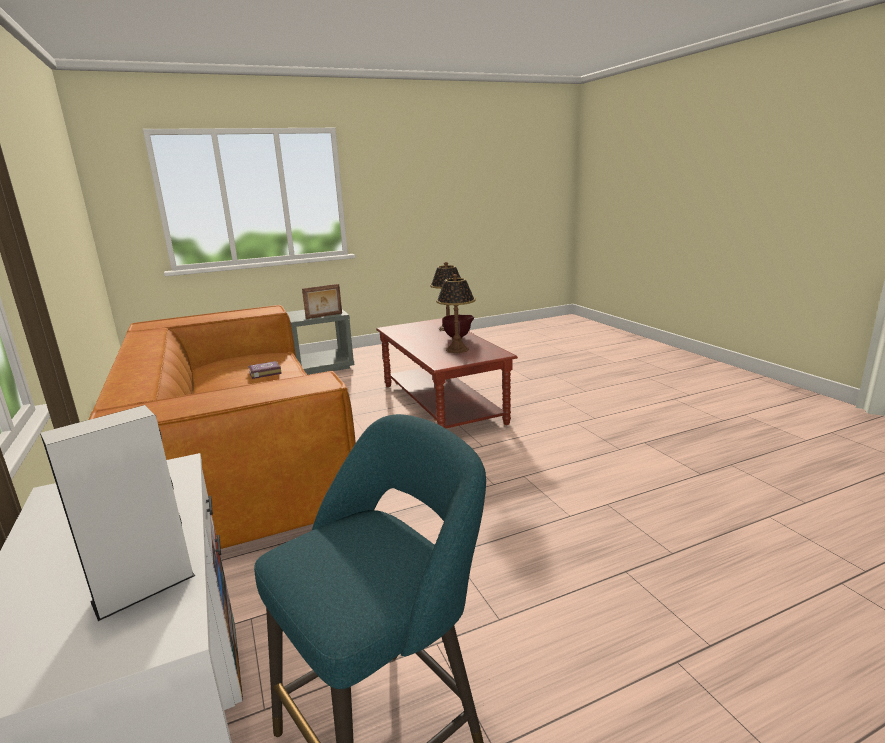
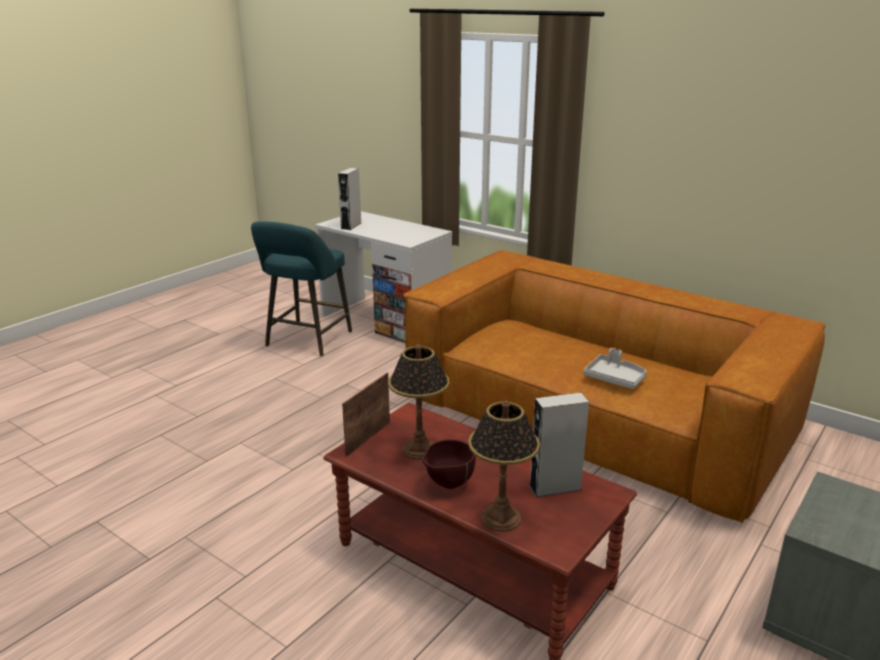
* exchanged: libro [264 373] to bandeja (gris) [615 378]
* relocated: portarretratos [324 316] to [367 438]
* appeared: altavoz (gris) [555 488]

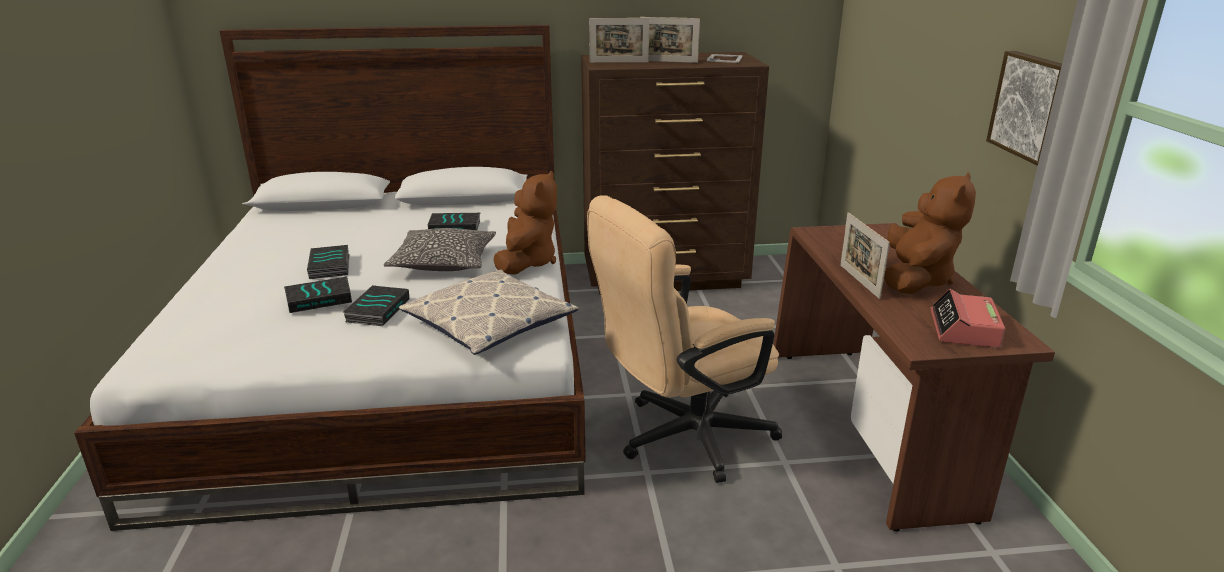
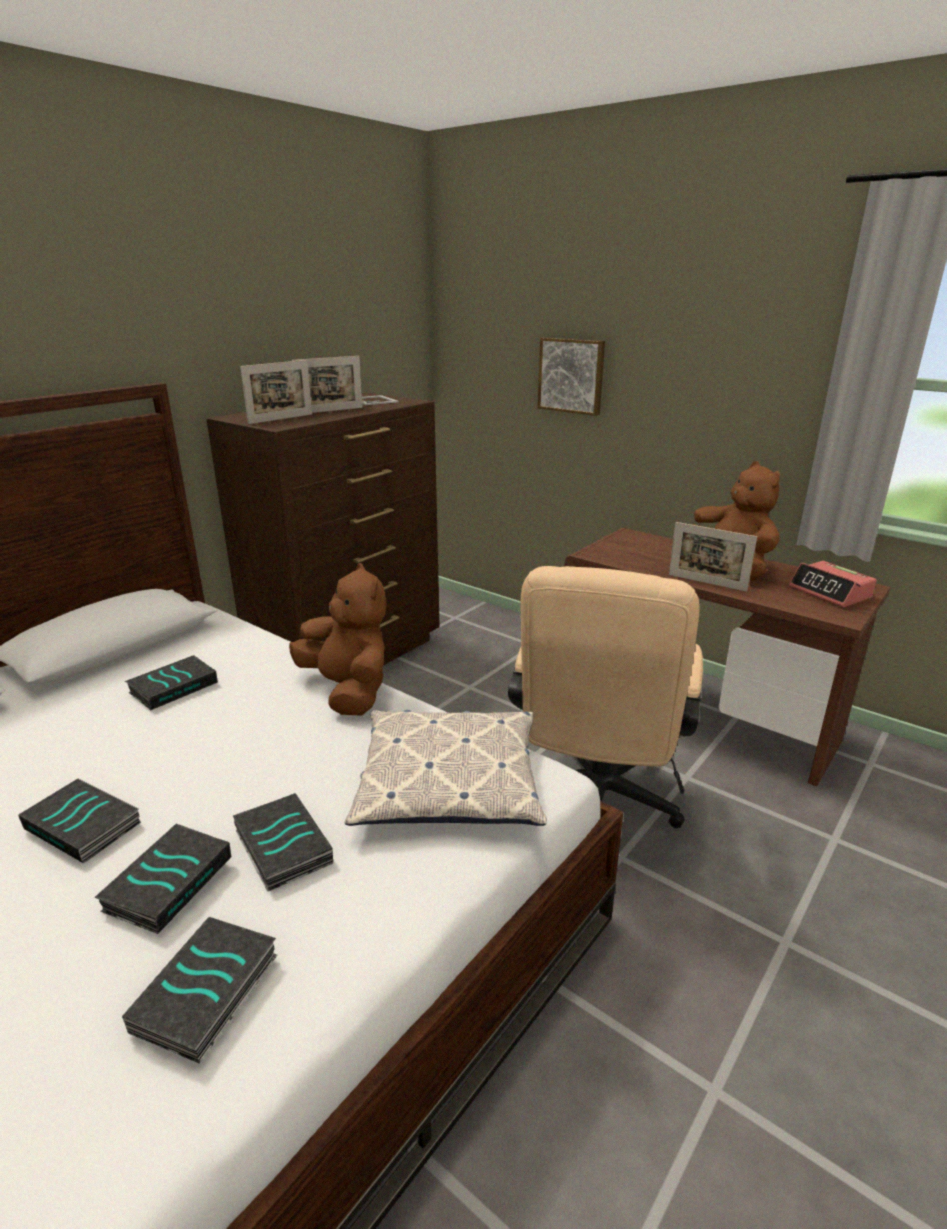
* missing: cojín [444 262]
* relocated: cuadro [1032 106] to [572 375]
* appeared: libro [207 994]

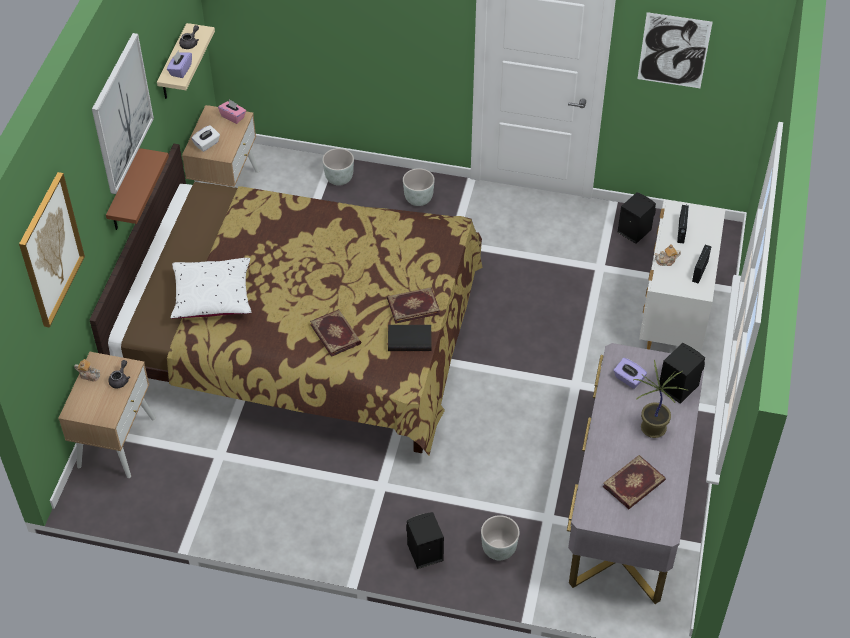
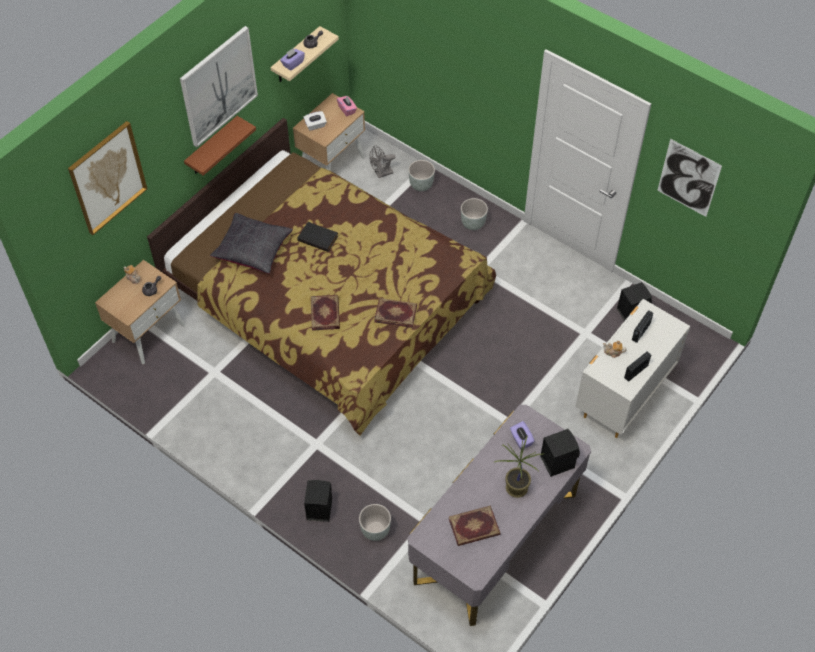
* colour: cojín (blanco) [212 296] to cojín (negro) [253 249]
* relocated: libro (negro) [410 339] to [318 238]
* appeared: ventilador (gris) [381 174]

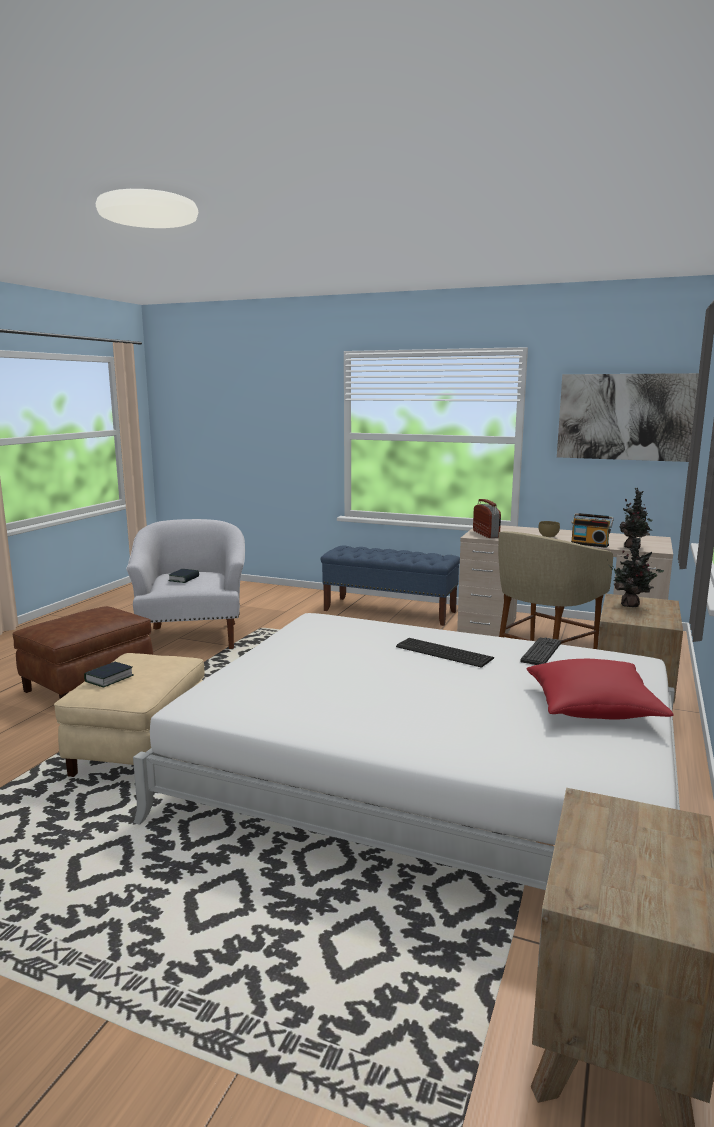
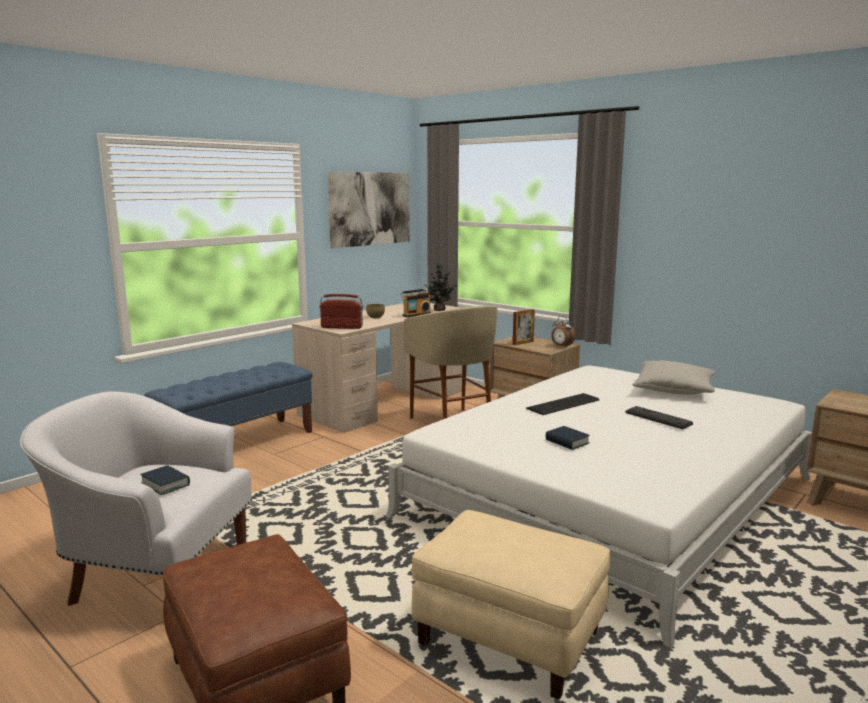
* relocated: libro [109 678] to [567 442]
* relocated: teclado [541 652] to [658 418]
* colour: cojín (rojo) [592 708] to cojín (gris) [674 390]
* exchanged: planta en maceta [631 605] to portarretratos [523 343]
* appeared: despertador [561 346]

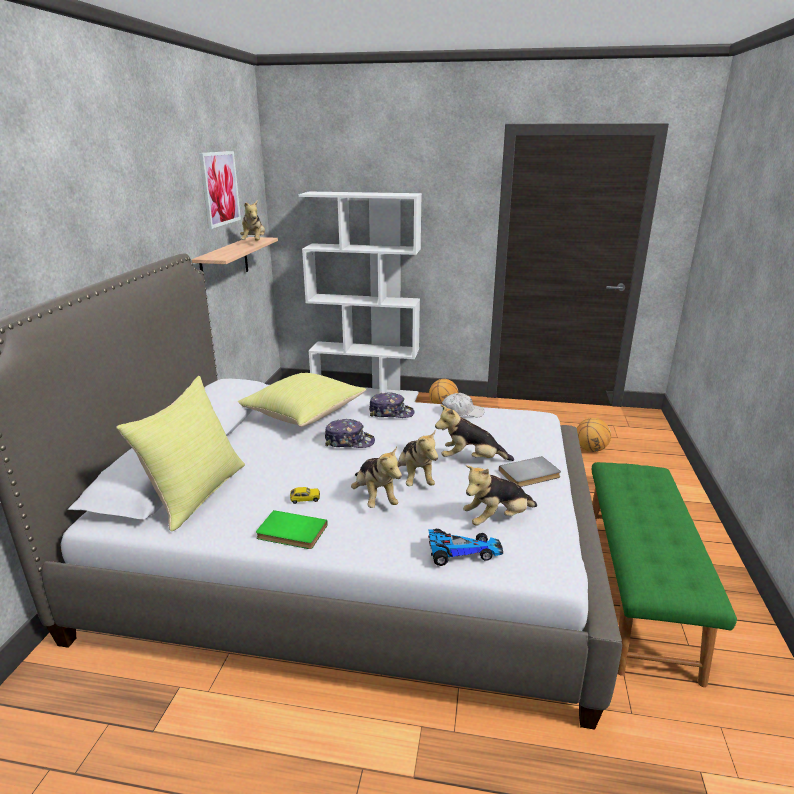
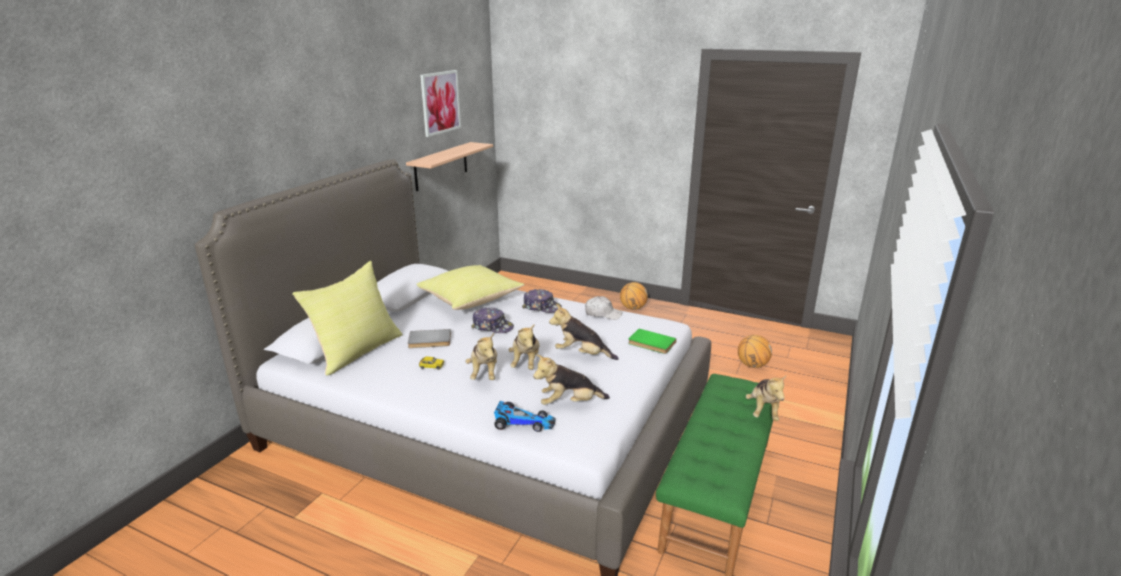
* relocated: peluche [254 243] to [763 411]
* relocated: libro (verde) [291 533] to [651 343]
* missing: estantería (blanco) [366 394]
* relocated: libro (gris) [530 475] to [429 341]

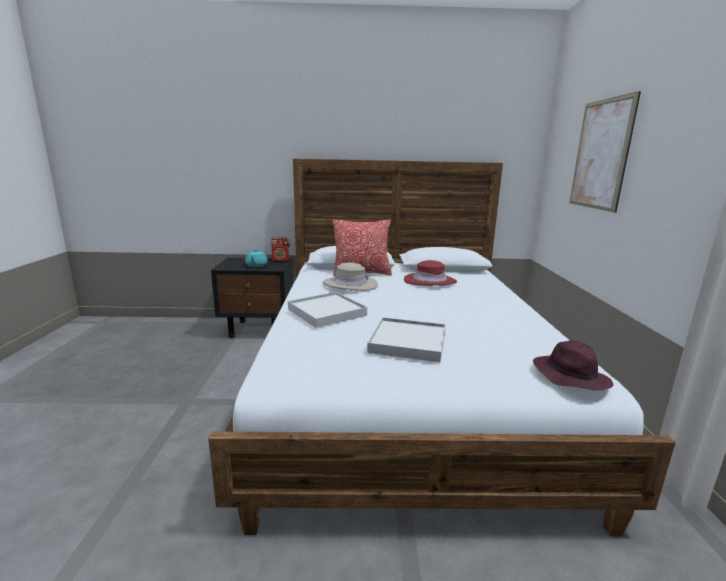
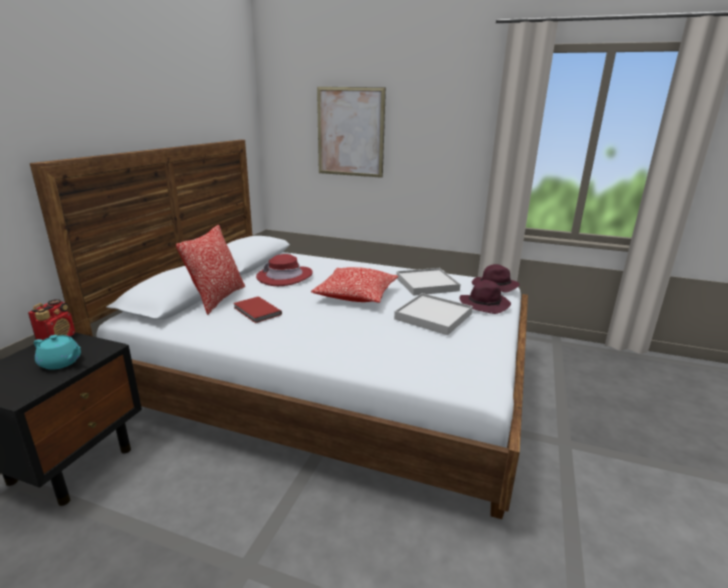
* relocated: bandeja (blanco) [326 312] to [426 284]
* exchanged: sombrero (beis) [350 284] to libro (rojo) [256 311]
* appeared: cojín [356 295]
* appeared: sombrero (morado) [485 304]

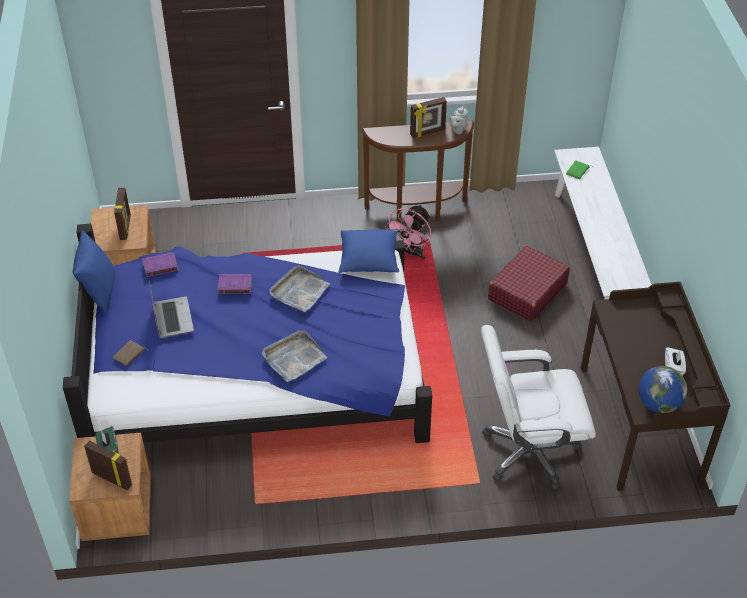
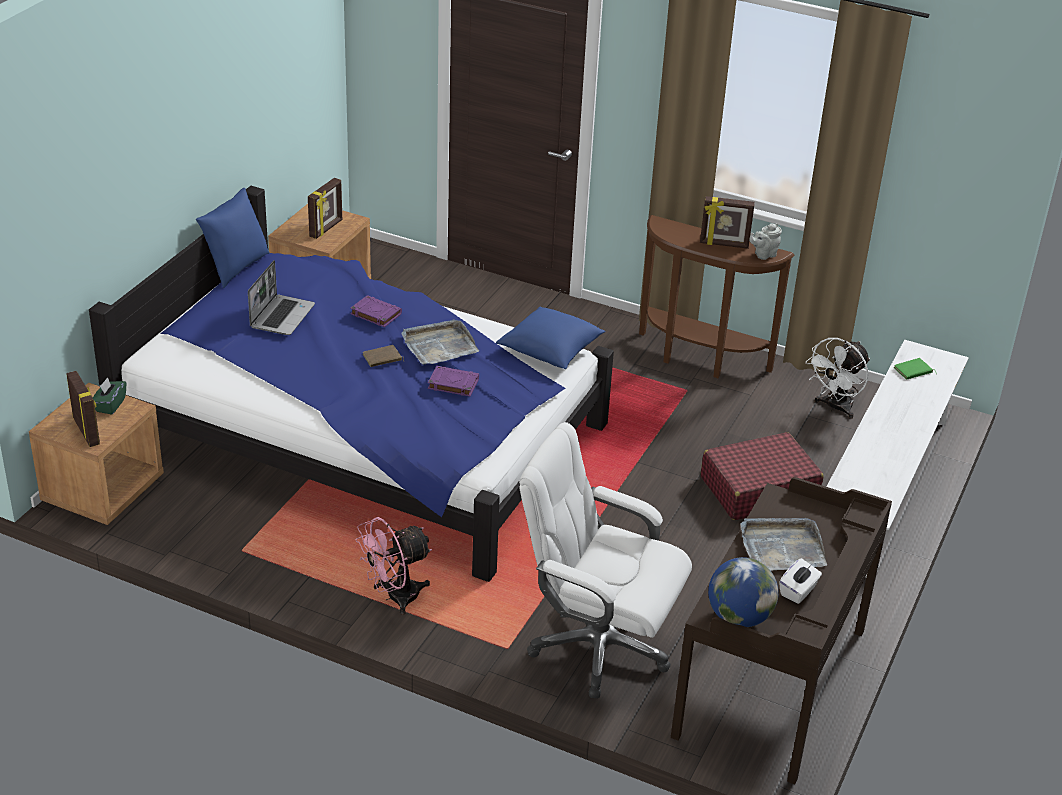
* relocated: libro (marrón) [129 355] to [382 359]
* relocated: libro (morado) [160 266] to [452 384]
* relocated: bandeja (gris) [293 358] to [781 547]
* relocated: ventilador (rosa) [411 253] to [394 597]
* appeared: ventilador (blanco) [835 407]

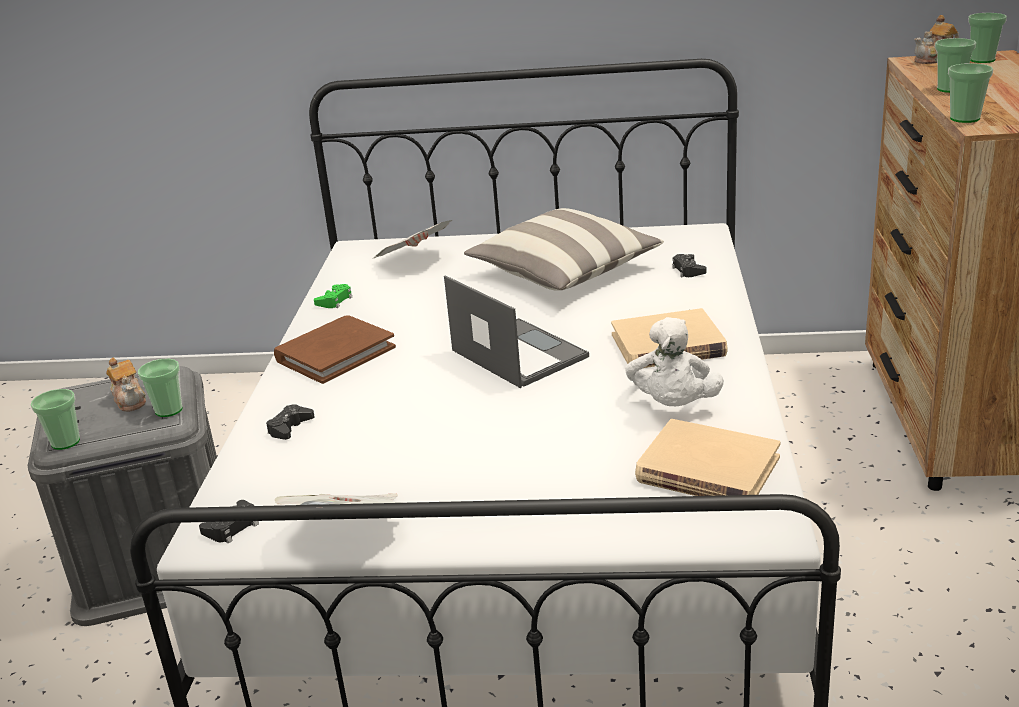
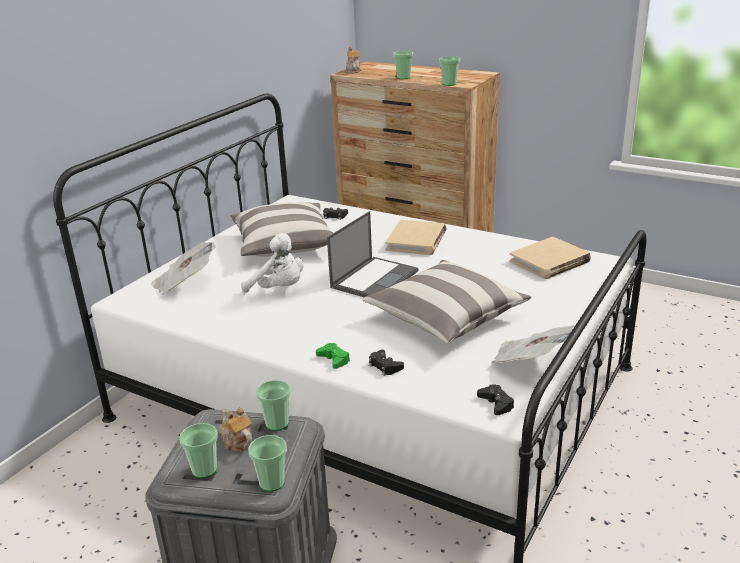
* spun: tetera [130 400] = [237 441] 120 degrees counterclockwise
* missing: libro (marrón) [335 354]
* relocated: mando de consola (verde) [335 301] to [334 359]
* spun: portátil [517 353] = [375 278] 135 degrees clockwise
* relocated: peluche (blanco) [673 406] to [279 289]
* relocated: taza [982 60] to [204 470]
* appeared: cojín [445 318]

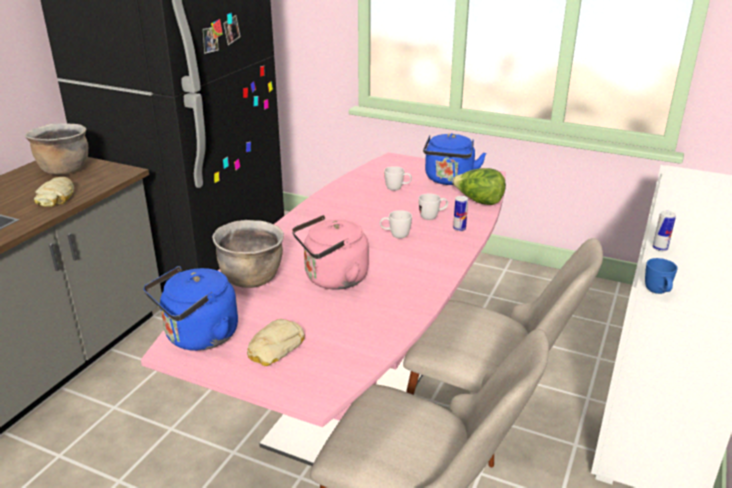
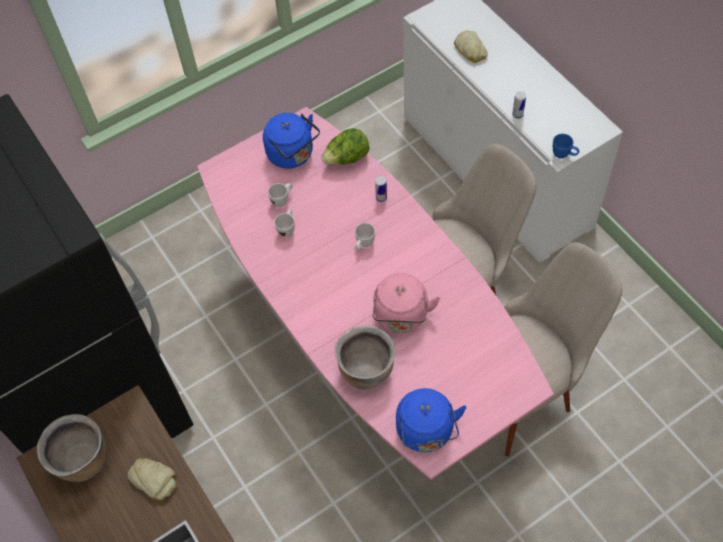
* relocated: pan [274 348] to [470 50]
* relocated: taza grande (blanco) [432 217] to [287 229]

